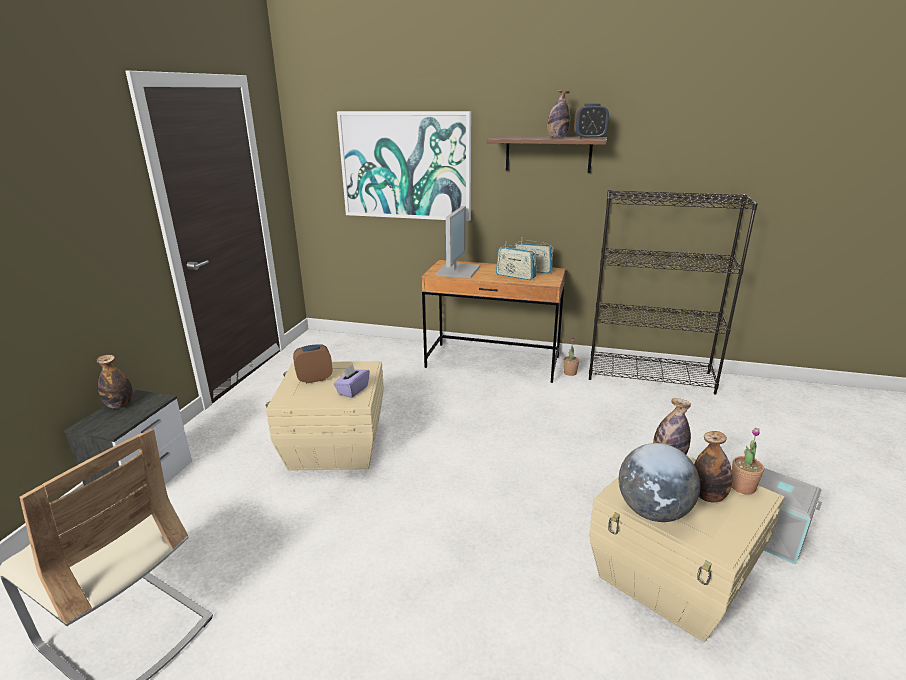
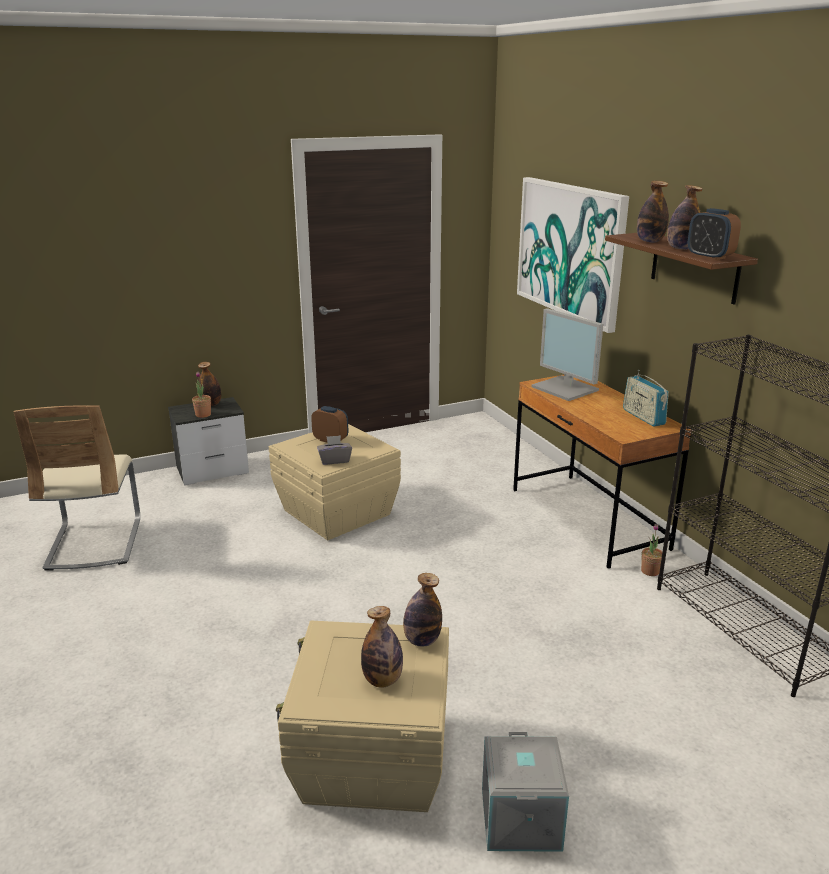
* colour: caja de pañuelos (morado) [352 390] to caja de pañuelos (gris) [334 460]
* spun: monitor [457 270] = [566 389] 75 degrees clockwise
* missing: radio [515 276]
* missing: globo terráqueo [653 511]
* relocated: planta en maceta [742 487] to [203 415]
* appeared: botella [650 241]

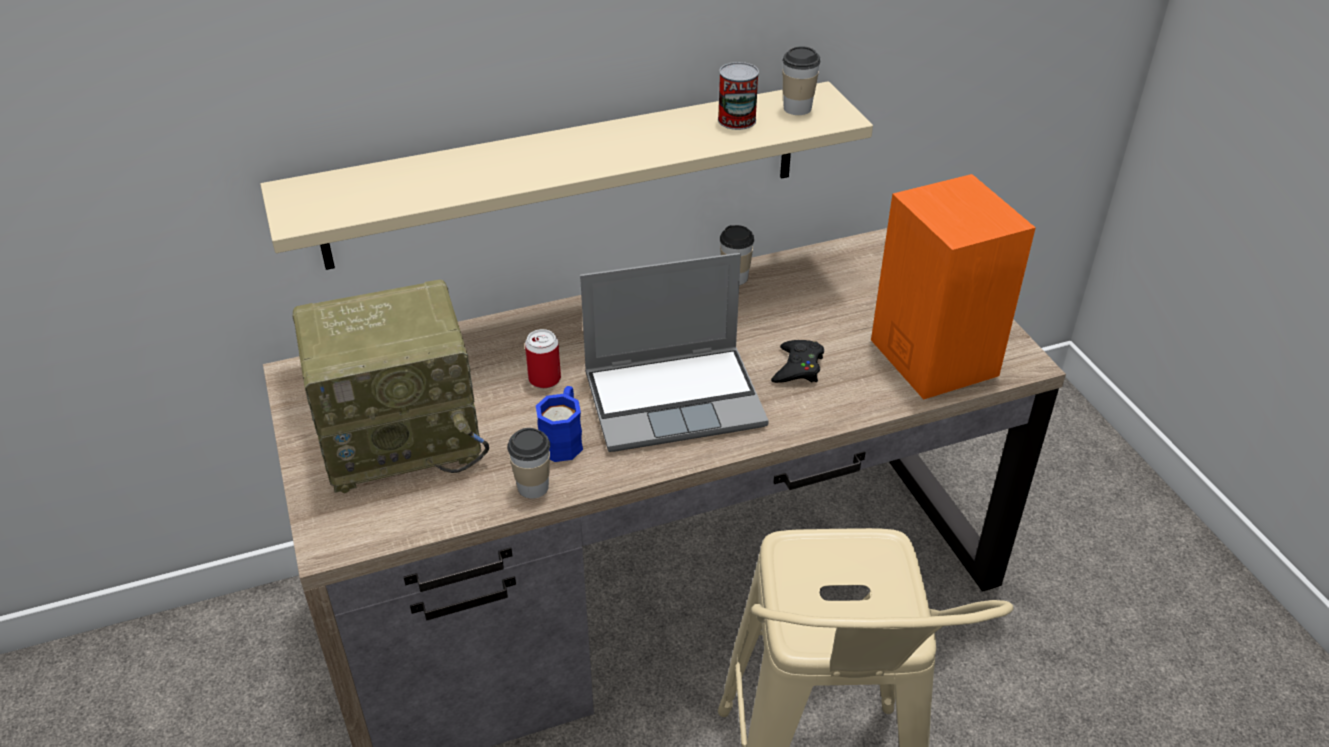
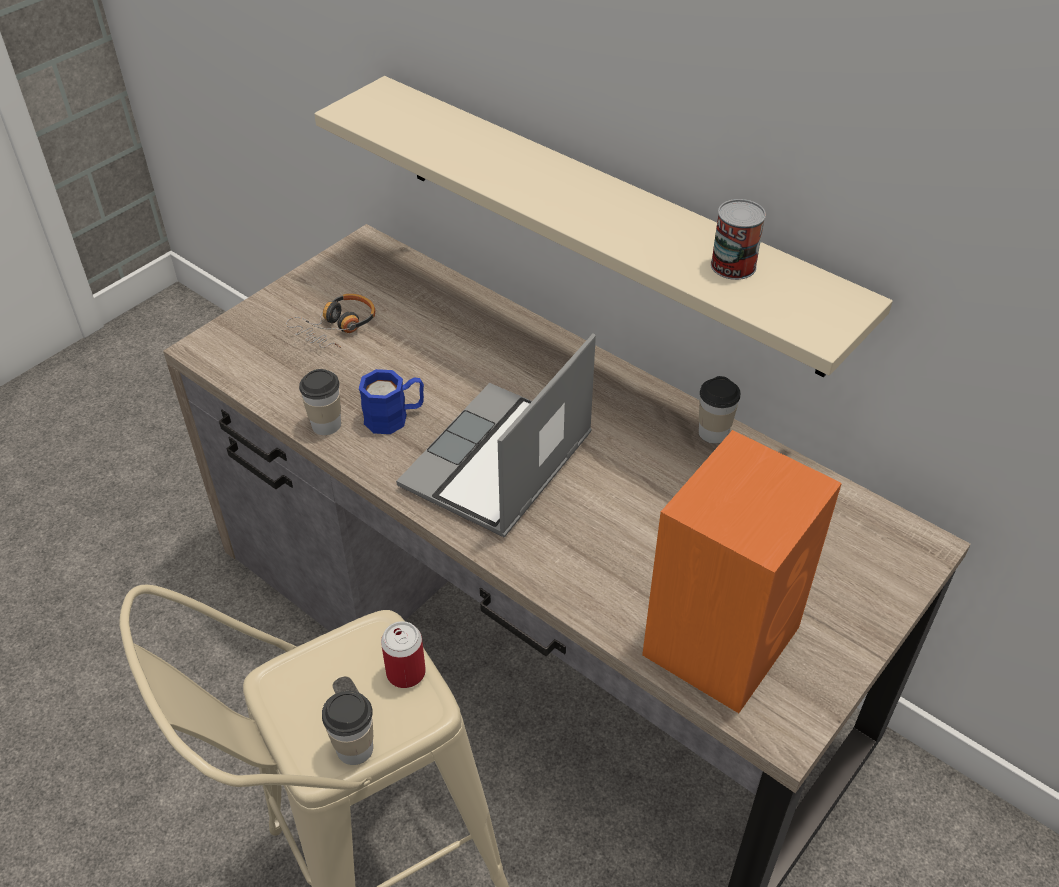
* exchanged: radio [403 435] to auriculares [337 328]
* relocated: lata [544 379] to [406 672]
* spun: portátil [676 398] = [498 464] 75 degrees clockwise
* missing: mando de consola (negro) [798 367]
* relocated: taza [797 108] to [355 748]

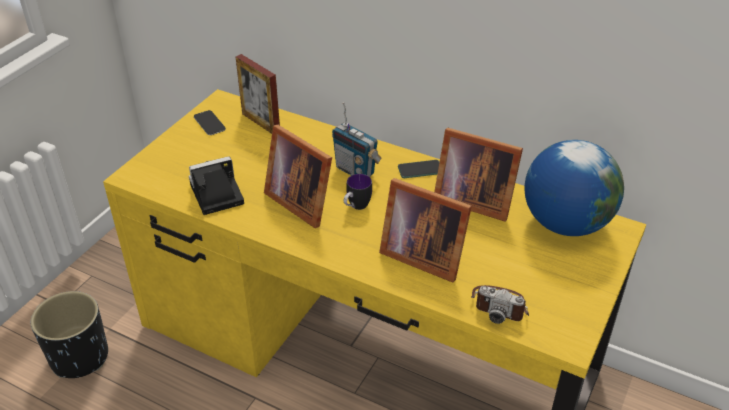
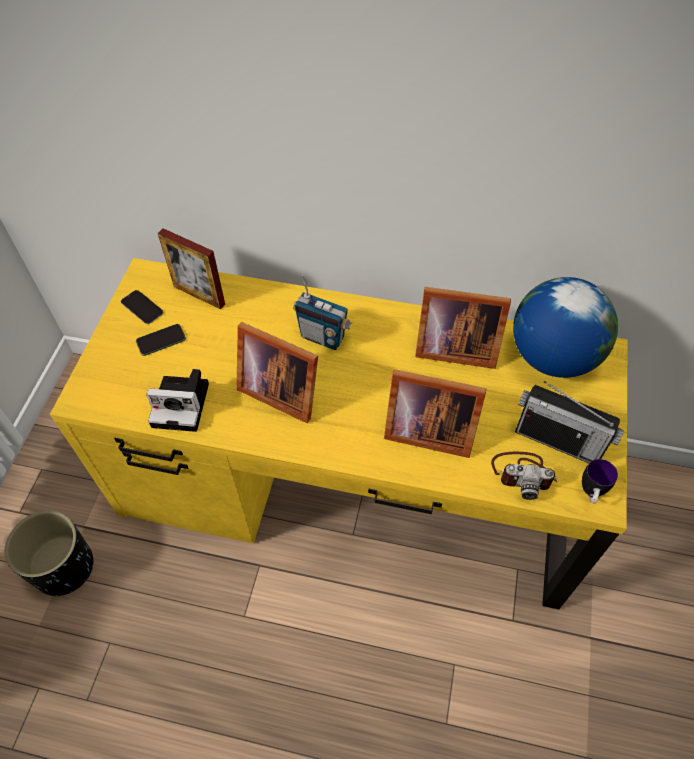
* spun: cámara [214 195] = [183 404] 135 degrees counterclockwise
* relocated: taza grande [356 207] to [591 493]
* relocated: móvil [420 170] to [161 340]
* appeared: radio [558 440]

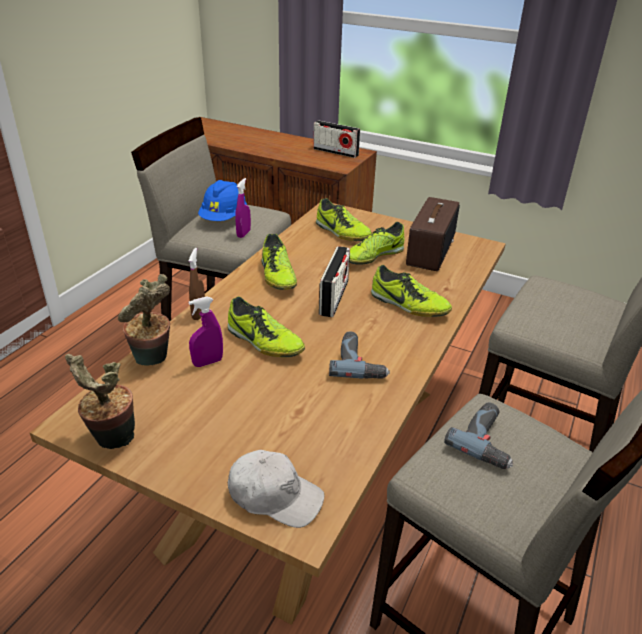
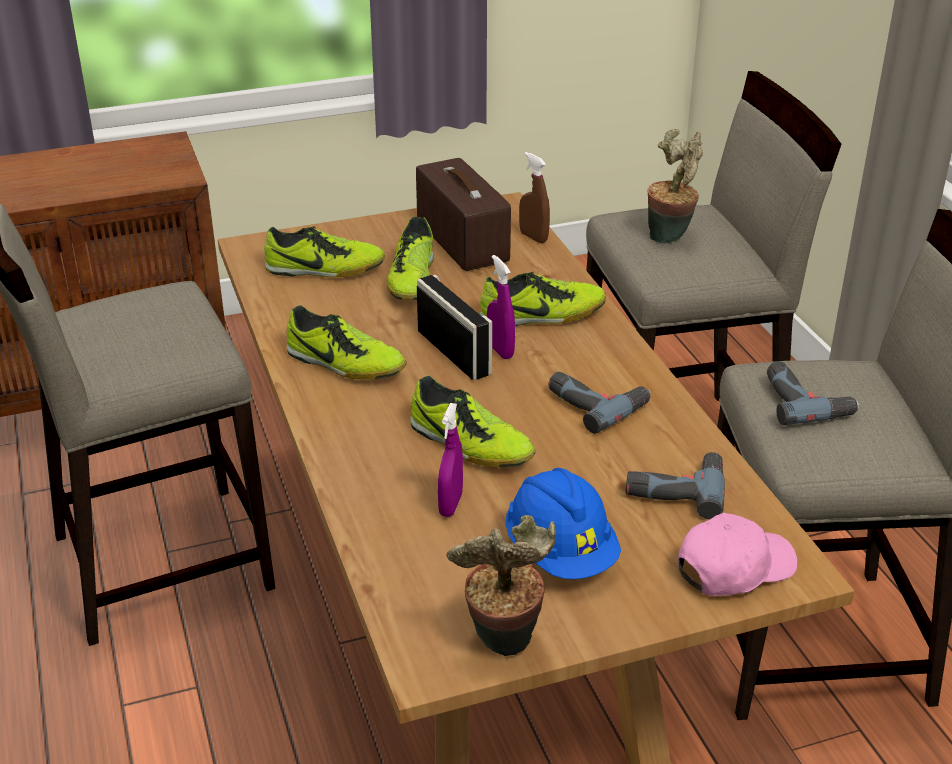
* relocated: planta en maceta [153 361] to [671 236]
* relocated: pulverizador (marrón) [198 313] to [533 237]
* relocated: casco (azul) [224 218] to [560 553]
* spun: zapato [264 342] = [470 445] 45 degrees clockwise
* colour: gorra (blanco) [275 496] to gorra (rosa) [734 568]
* relocated: pulverizador (morado) [243 234] to [500 350]
* missing: radio [335 152]
* appeared: taladro [675 487]

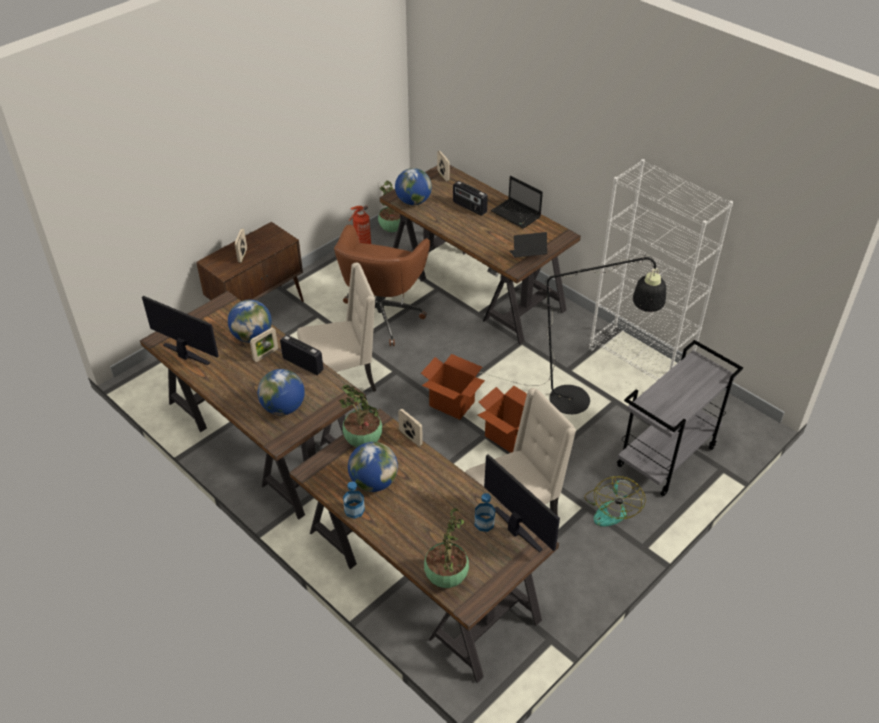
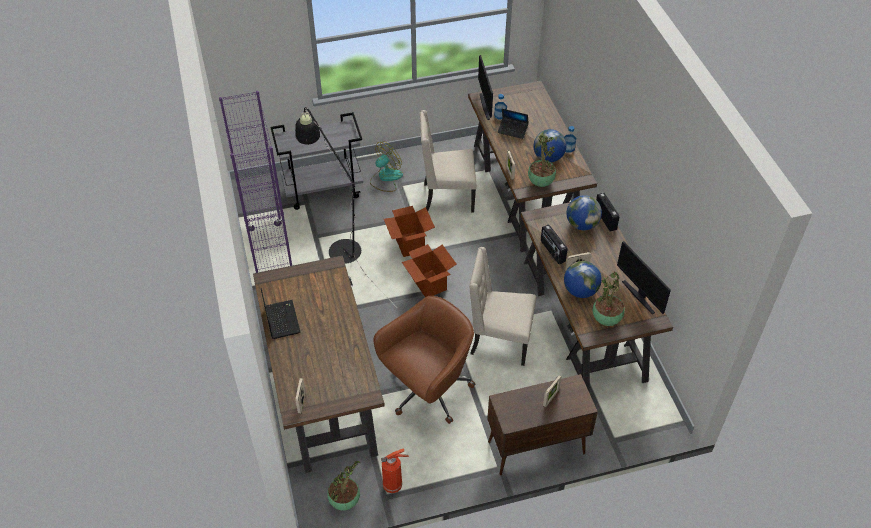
* missing: globo terráqueo [413 202]
* relocated: planta en maceta [446 576] to [606 320]
* relocated: radio [469 207] to [606 219]
* relocated: portátil [527 255] to [512 130]
* colour: estantería (blanco) [638 363] to estantería (morado) [270 254]

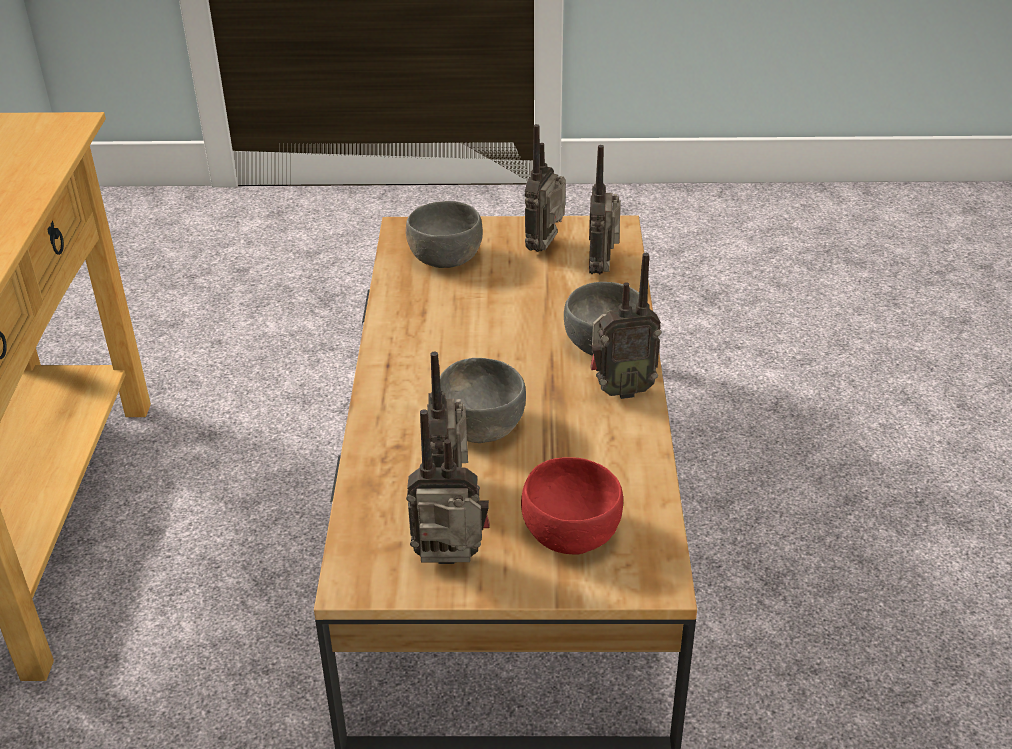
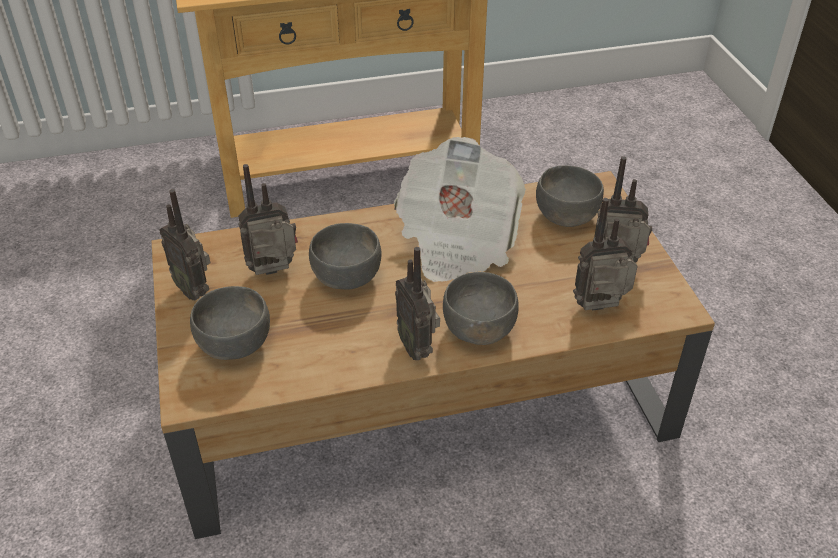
* spun: radio [450 565] = [194 290] 150 degrees clockwise
* colour: cuenco (rojo) [570 532] to cuenco (gris) [235 343]
* appeared: periódico [457 239]

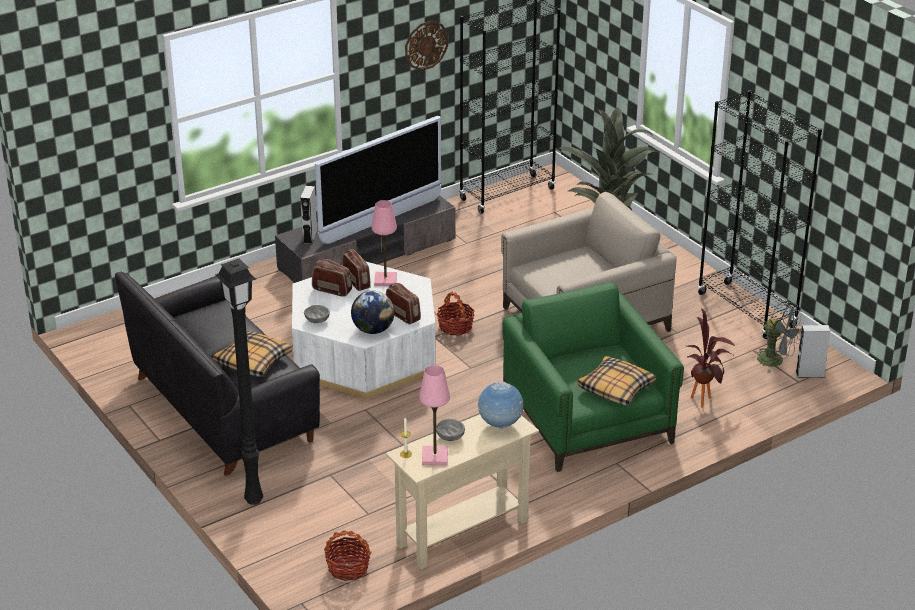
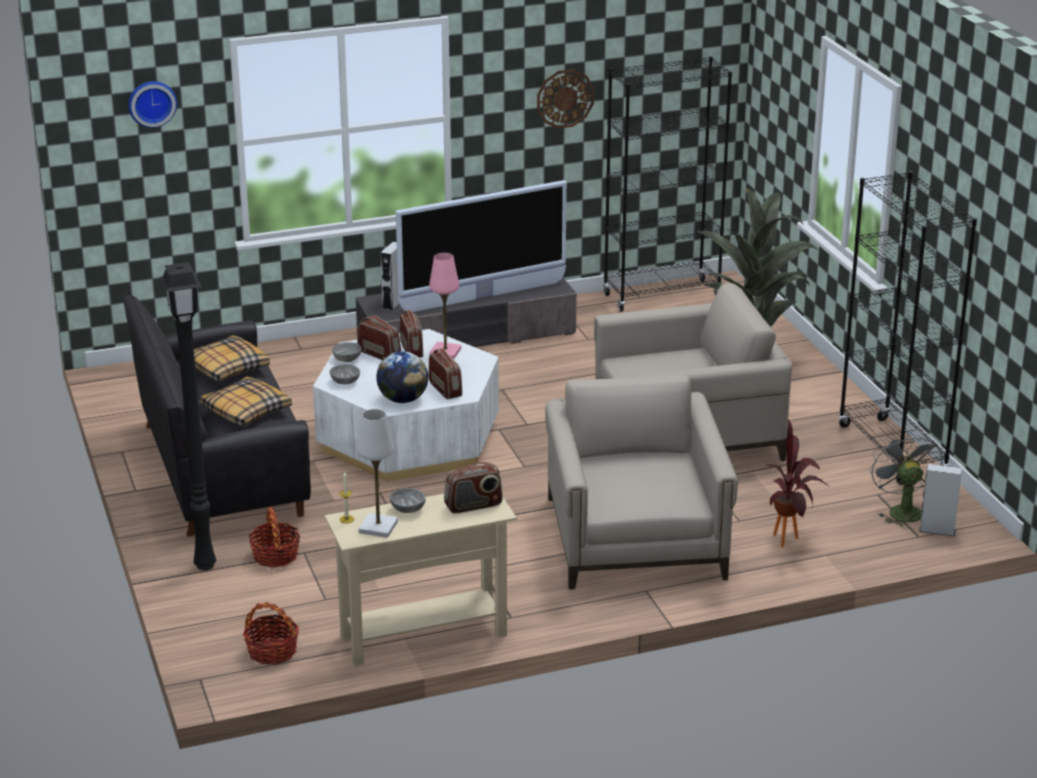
* colour: lámpara de mesa (rosa) [434 457] to lámpara de mesa (blanco) [378 527]
* relocated: cesta [455 327] to [275 556]
* exchanged: globo terráqueo [500 425] to radio [473 505]
* colour: sillón (verde) [587 418] to sillón (beis) [635 538]
* relocated: cojín [615 388] to [227 368]
* spun: ventilador (gris) [776 361] = [901 510] 150 degrees counterclockwise
* appeared: reloj de pared [152 102]
* appeared: cuenco (gris) [347 359]

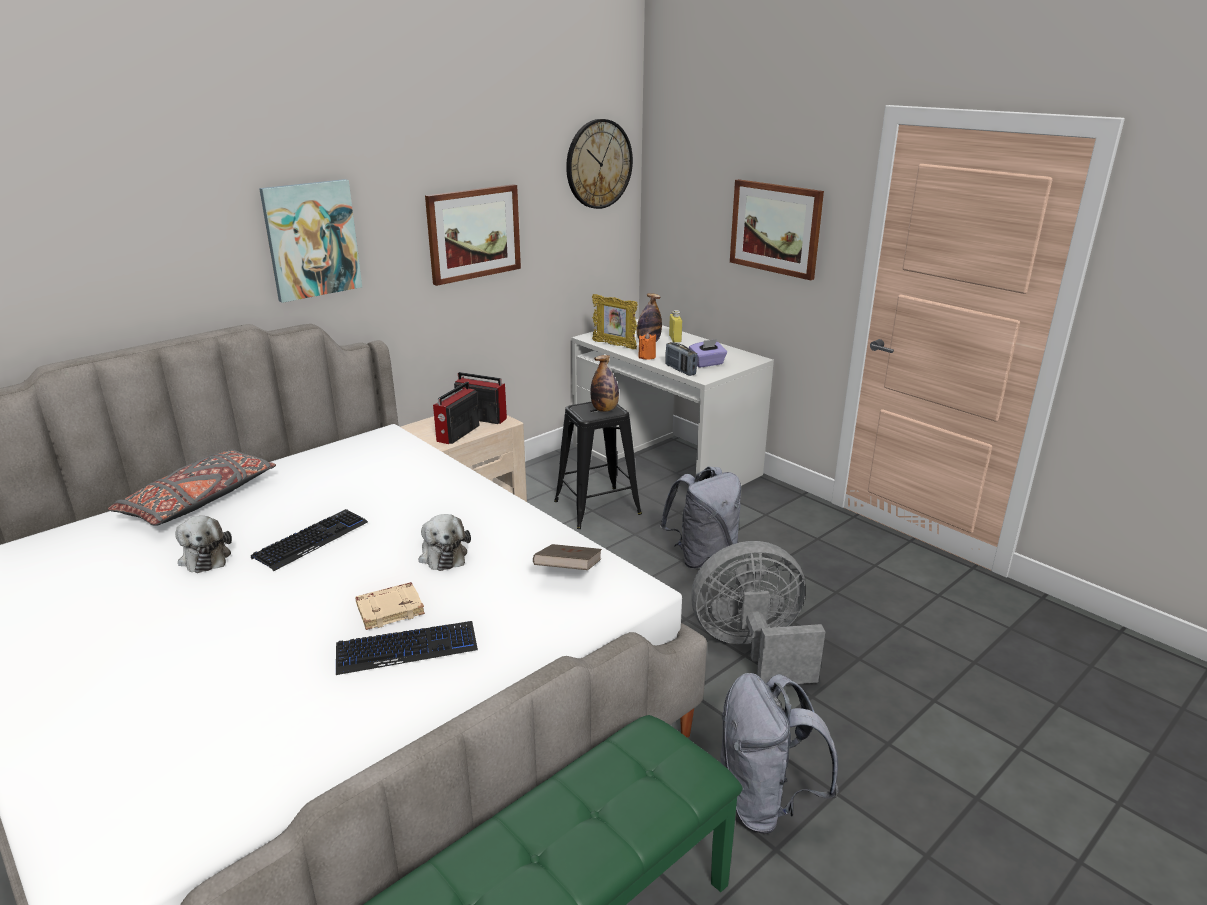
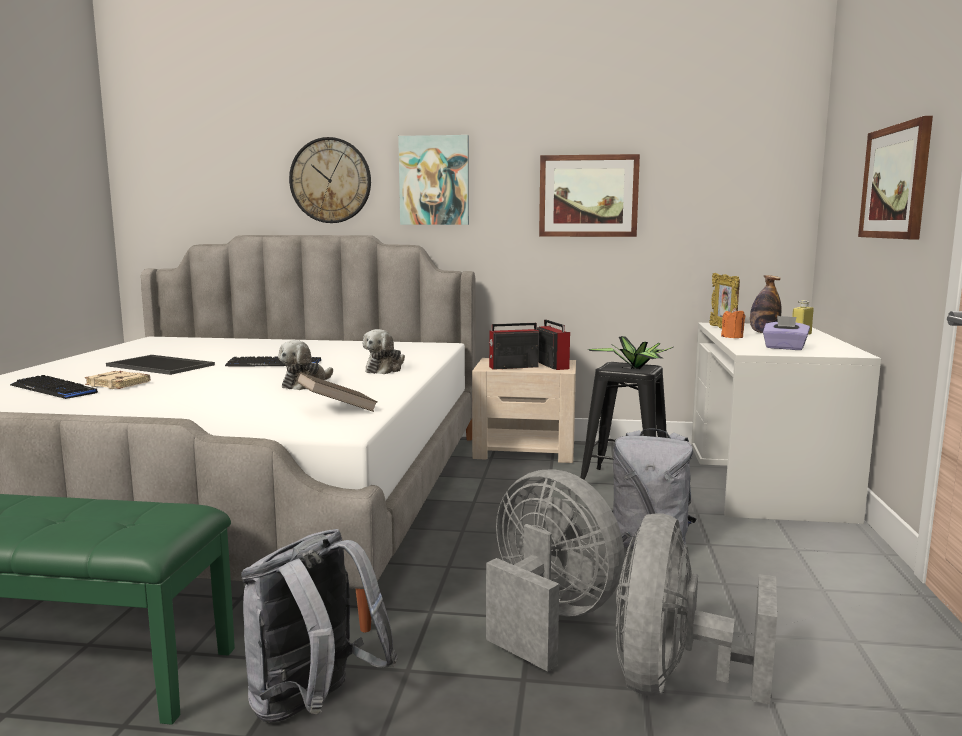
* missing: cojín (gris) [199 501]
* relocated: peluche [205 556] to [385 369]
* relocated: teclado [407 649] to [53 389]
* relocated: libro (beis) [390 609] to [119 384]
* relocated: reloj de pared [598 164] to [330 180]
* exchanged: botella [604 409] to planta en maceta [636 368]
* missing: radio [680 370]
* appeared: bandeja [158 365]
* appeared: ventilador (gris) [674 681]

